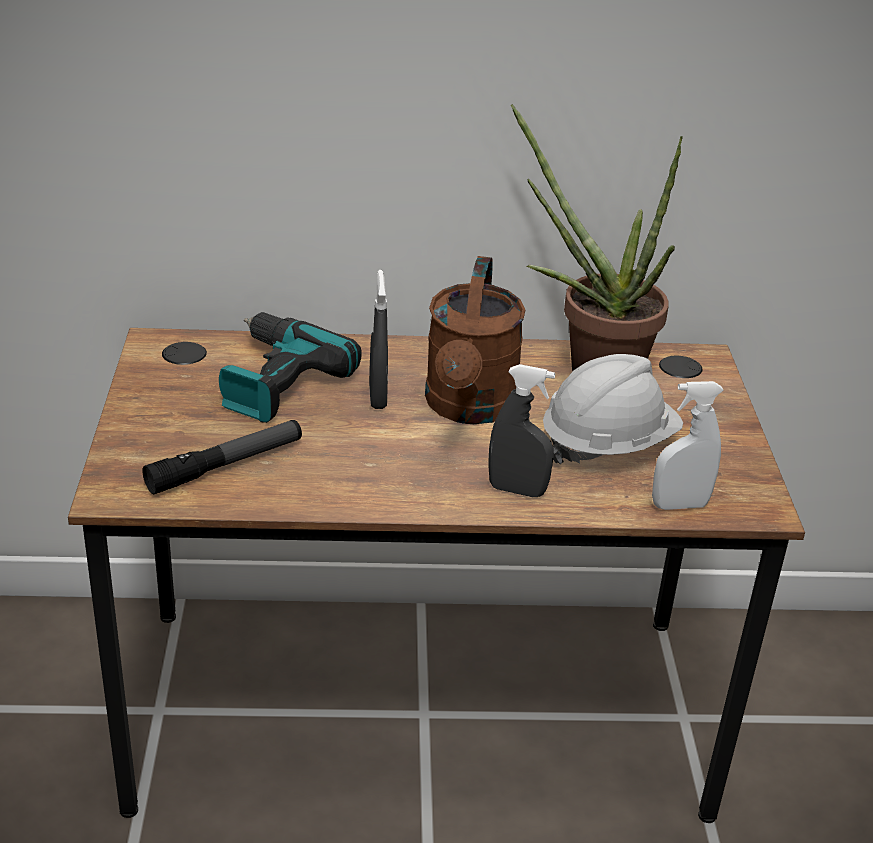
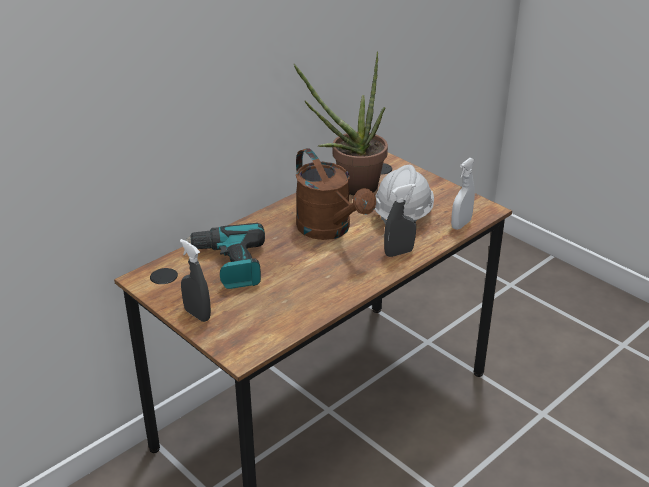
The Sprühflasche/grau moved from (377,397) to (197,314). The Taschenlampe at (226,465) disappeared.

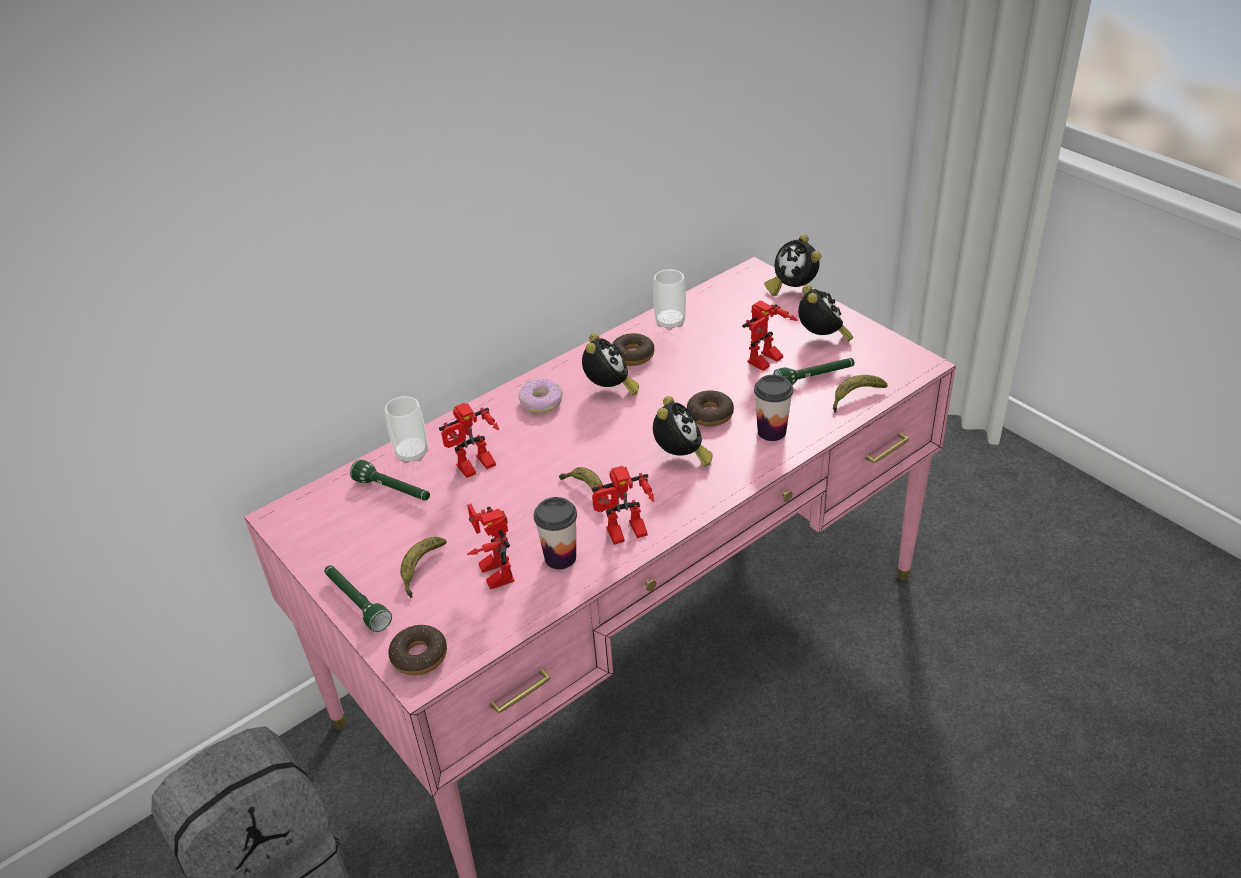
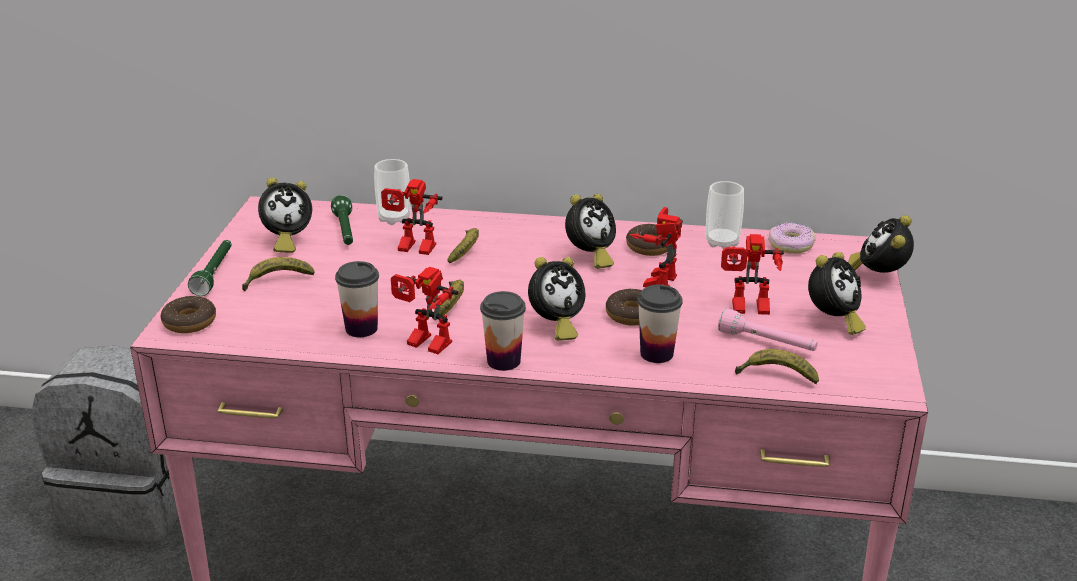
The Wecker at (286,241) appeared. The Banane at (466,251) appeared. The Tasse at (503,361) appeared. The Spielzeugroboter moved from (490,573) to (656,279). The Taschenlampe/grün at (814,379) became the Taschenlampe/rosa at (767,343). The Donut moved from (541,402) to (790,245).

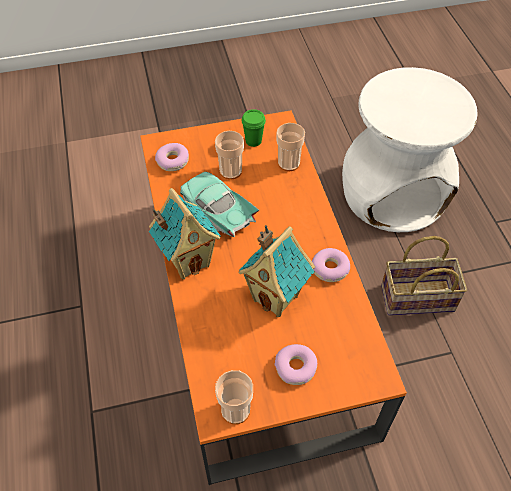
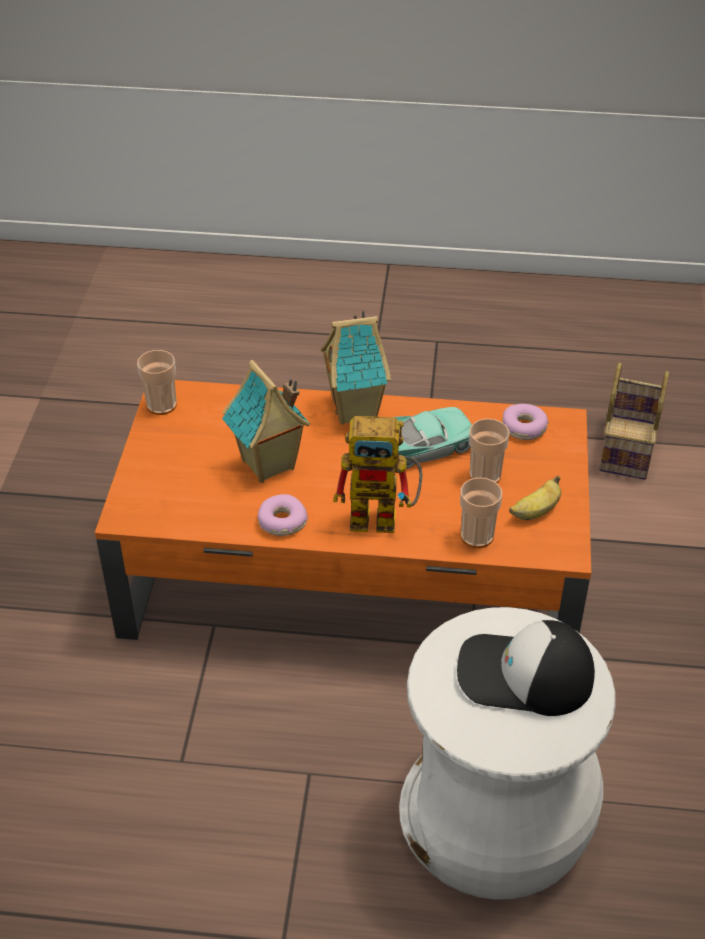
The Spielzeugroboter at (384,517) appeared. The Kappe at (524,675) appeared. The Tasse/grün at (253,141) was replaced by the Banane at (535,512). The Korb moved from (416,299) to (626,446). The Donut at (296,367) disappeared.

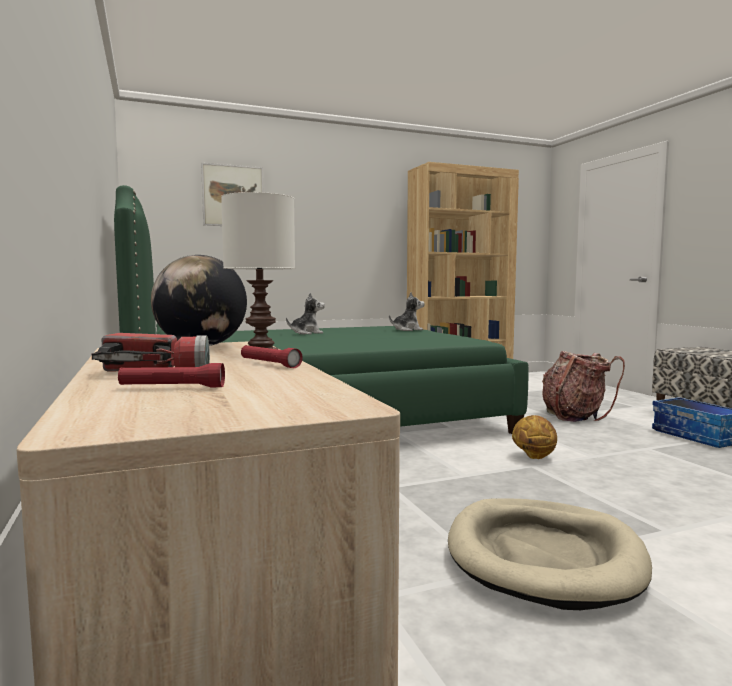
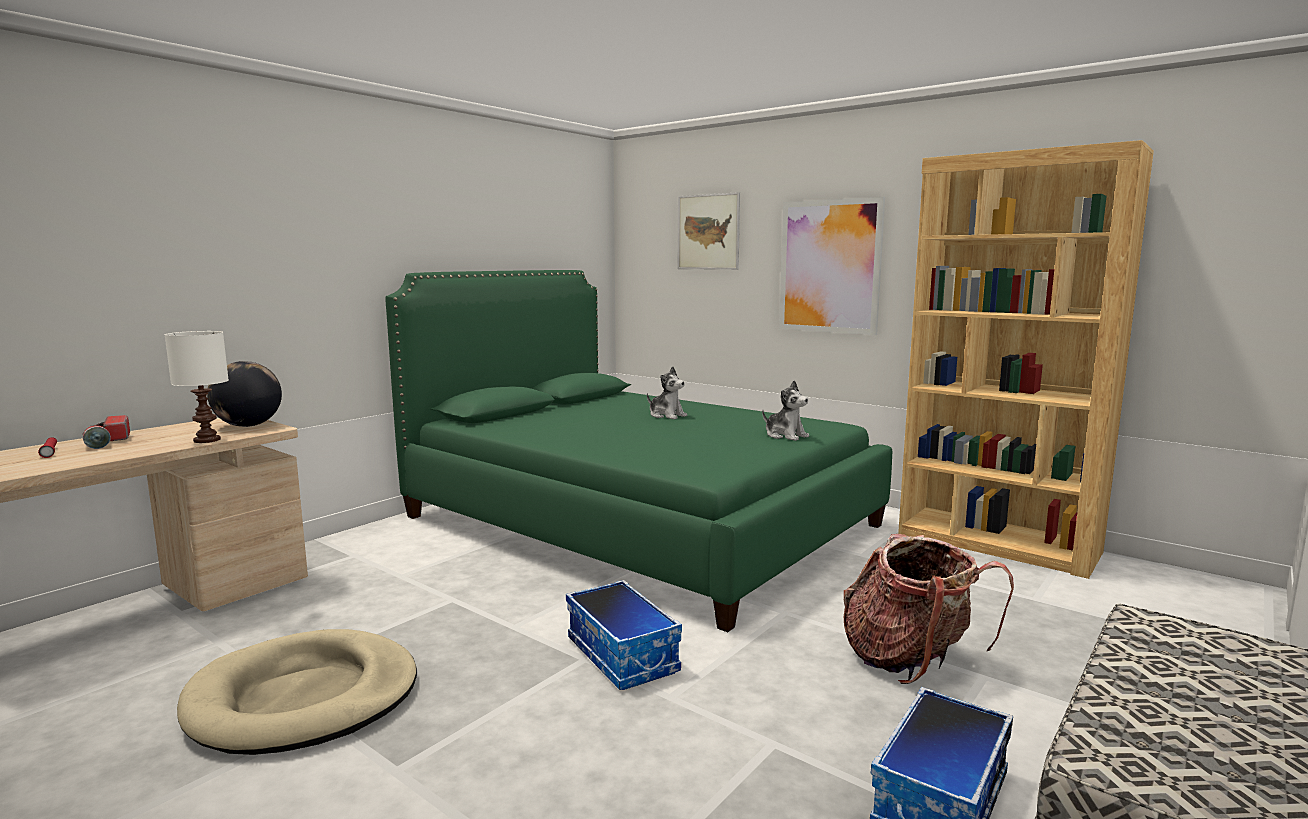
The Basketball at (534,457) was replaced by the Aufbewahrungsbox at (623,655). The Bild at (829,266) appeared. The Taschenlampe/rot at (269,364) disappeared.

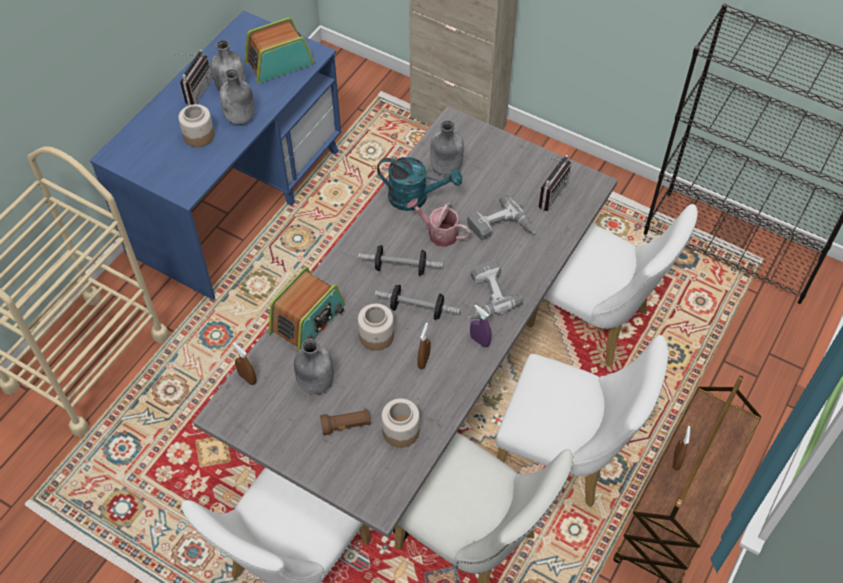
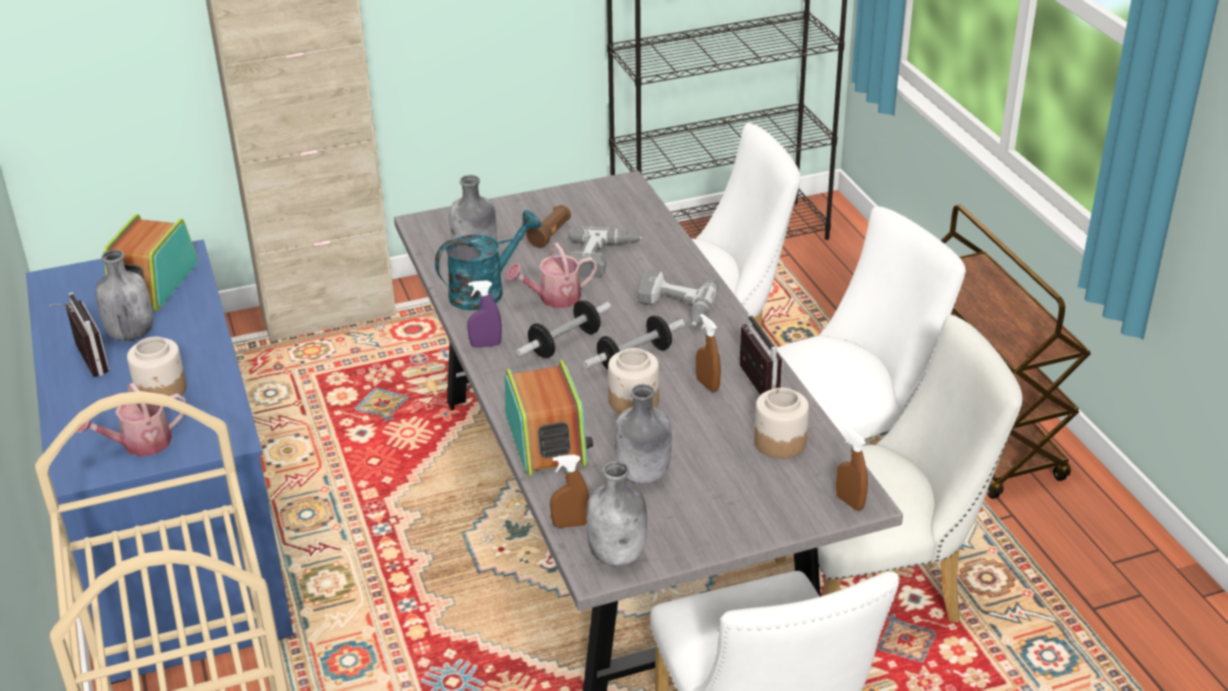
The Gießkanne at (140,444) appeared. The Sprühflasche/lila moved from (479,341) to (486,345). The Taschenlampe/braun moved from (346,425) to (550,234). The Flasche/grau moved from (241,118) to (618,554). The Radio moved from (548,193) to (751,384). The Sprühflasche/braun moved from (676,461) to (849,502).

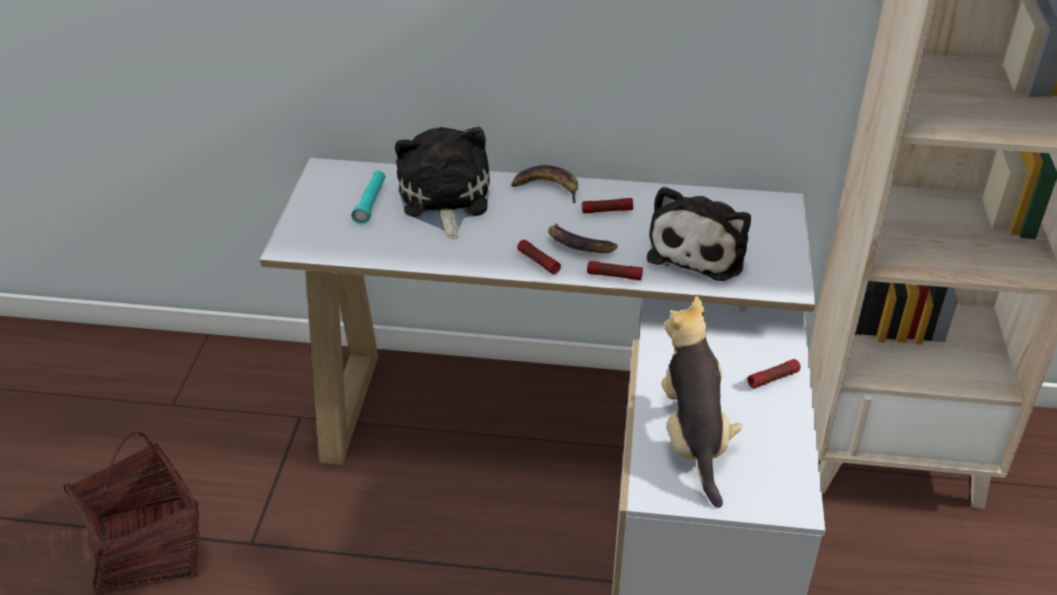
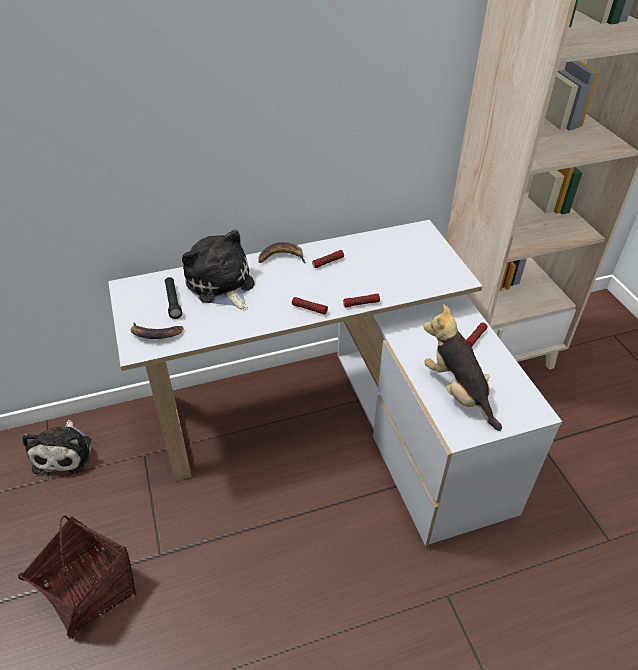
The Plüschtier moved from (700,250) to (65,452). The Banane moved from (578,245) to (155,334). The Taschenlampe/türkis at (370,203) became the Taschenlampe/schwarz at (173,301).

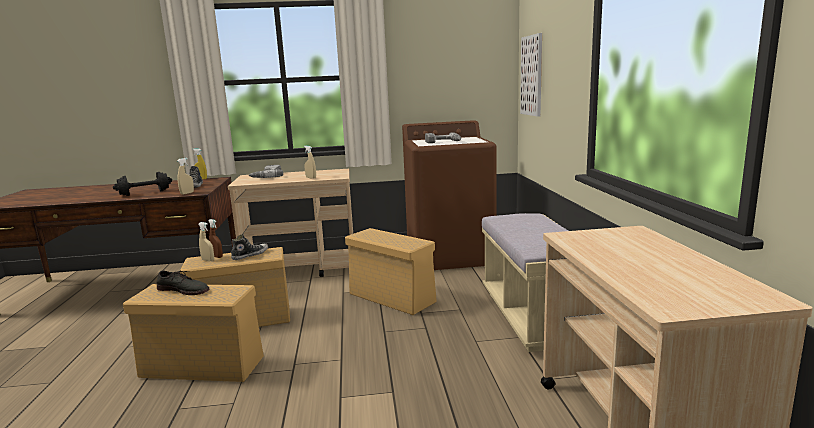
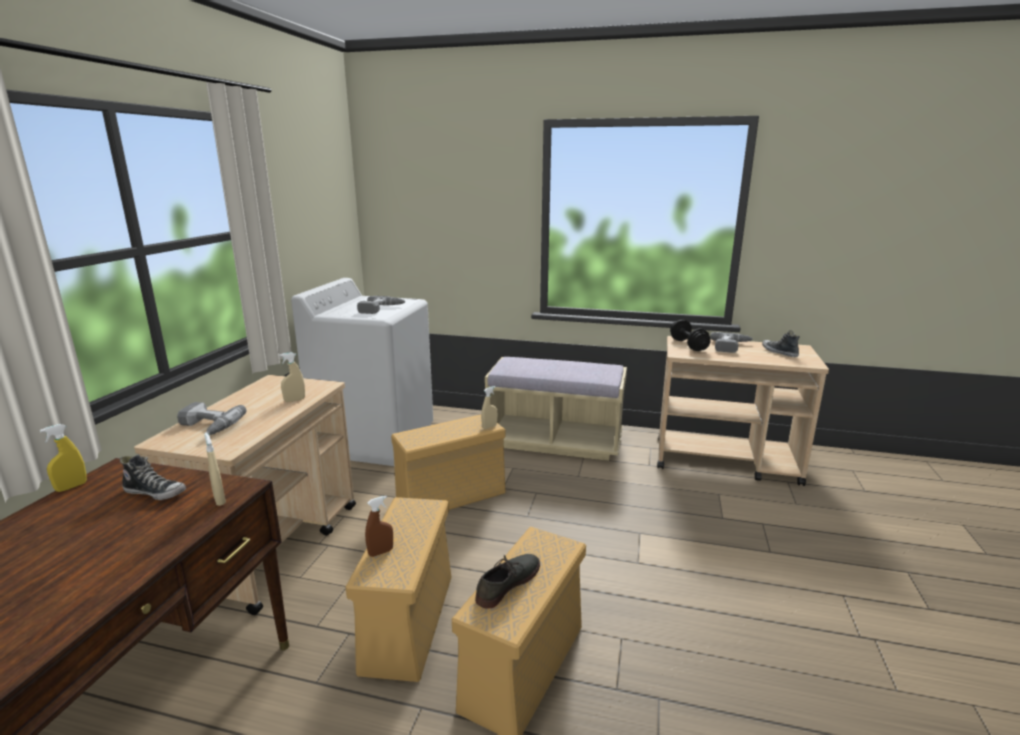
The Waschmaschine/braun at (450,255) became the Waschmaschine/weiß at (375,440). The Sprühflasche/beige moved from (208,260) to (489,427). The Hantel/schwarz moved from (145,193) to (688,345). The Bohrmaschine at (732,347) appeared. The Schuh moved from (250,255) to (779,352). The Bild at (532,75) disappeared.

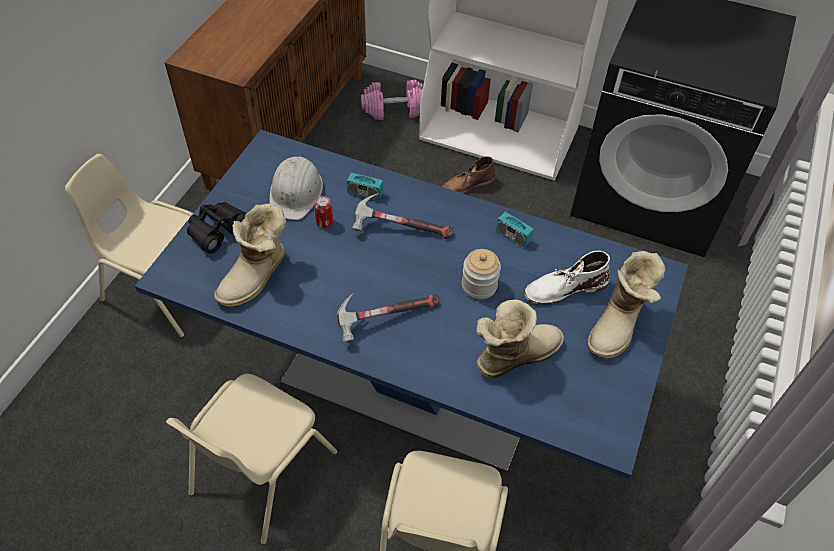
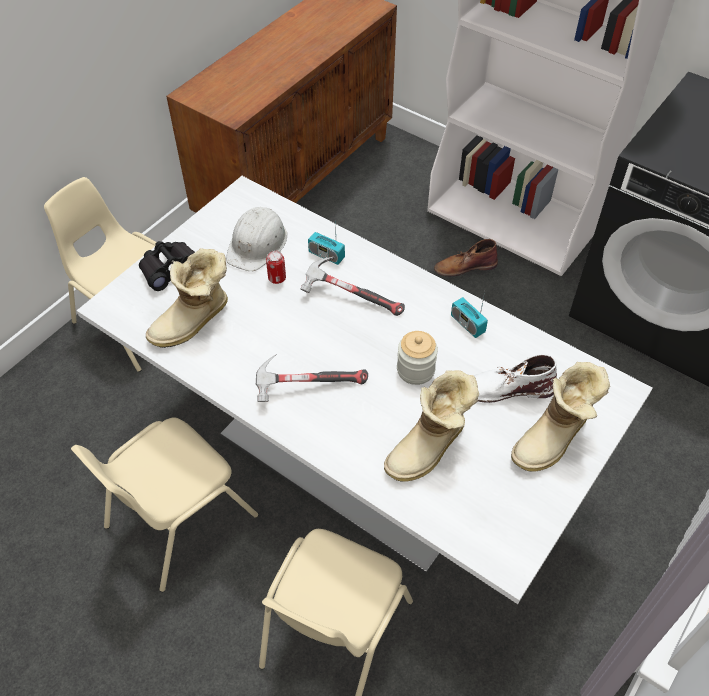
The Esstisch/blau at (413,380) became the Esstisch/weiß at (354,458). The Stiefel at (513,355) turned 150 degrees clockwise. The Hantel/rosa at (394,110) disappeared.

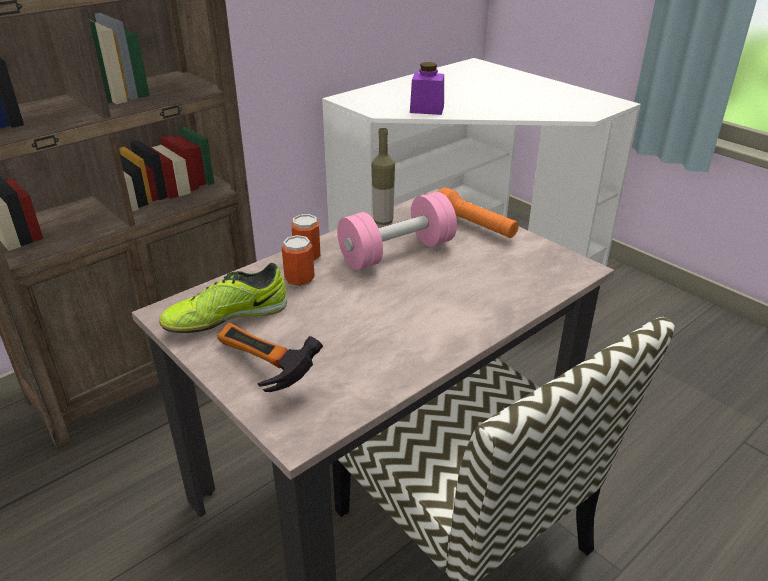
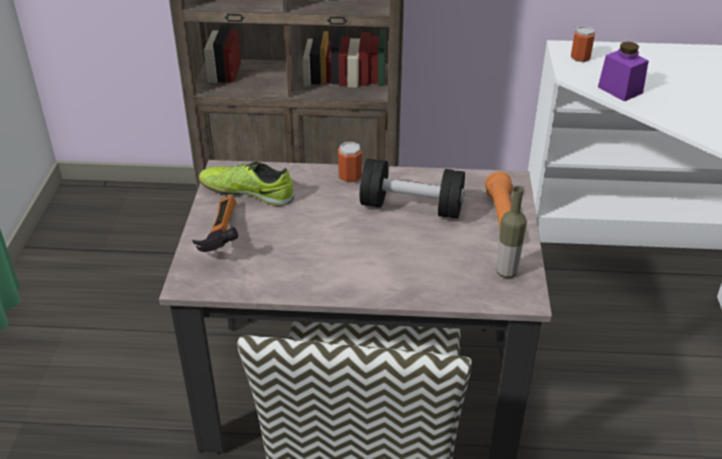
The Hantel/rosa at (397,252) became the Hantel/schwarz at (411,207). The Flasche moved from (383,221) to (506,272). The Dose moved from (299,280) to (580,58).

